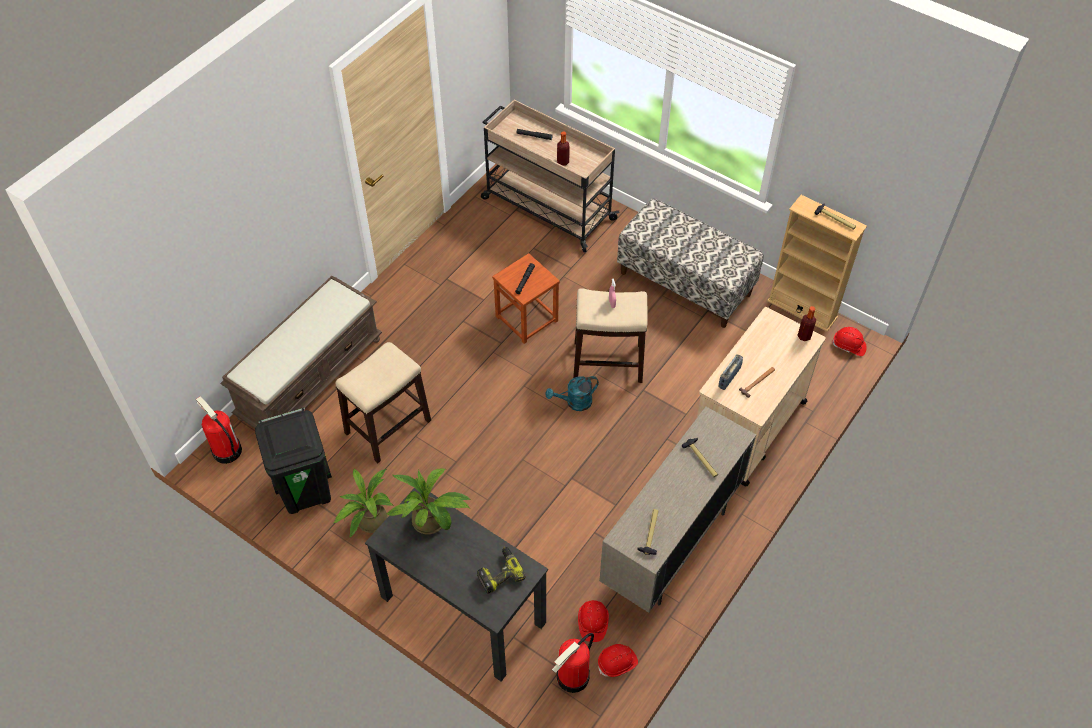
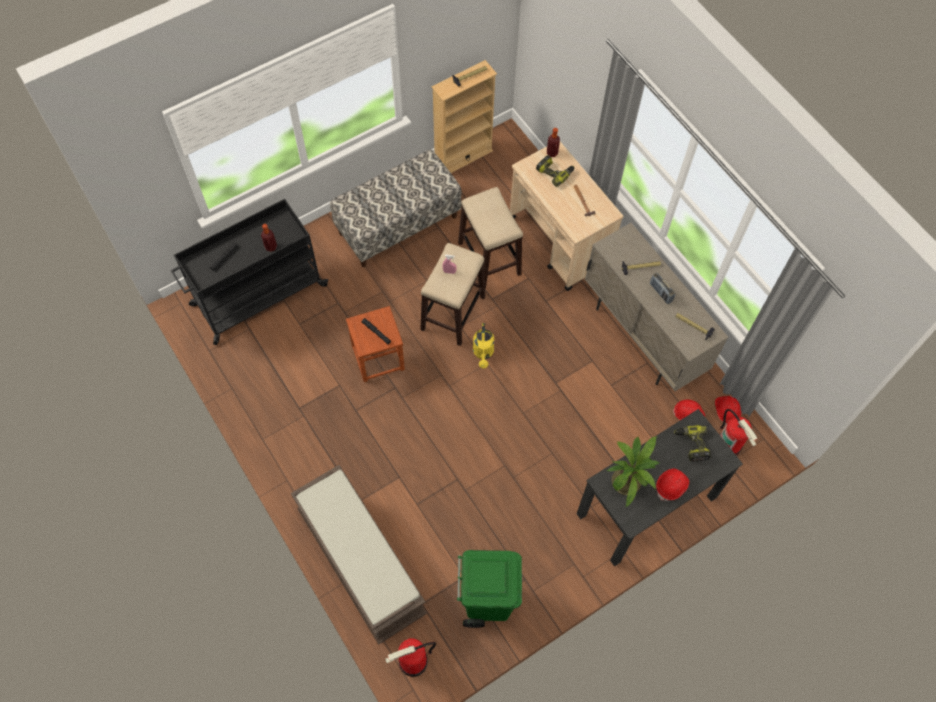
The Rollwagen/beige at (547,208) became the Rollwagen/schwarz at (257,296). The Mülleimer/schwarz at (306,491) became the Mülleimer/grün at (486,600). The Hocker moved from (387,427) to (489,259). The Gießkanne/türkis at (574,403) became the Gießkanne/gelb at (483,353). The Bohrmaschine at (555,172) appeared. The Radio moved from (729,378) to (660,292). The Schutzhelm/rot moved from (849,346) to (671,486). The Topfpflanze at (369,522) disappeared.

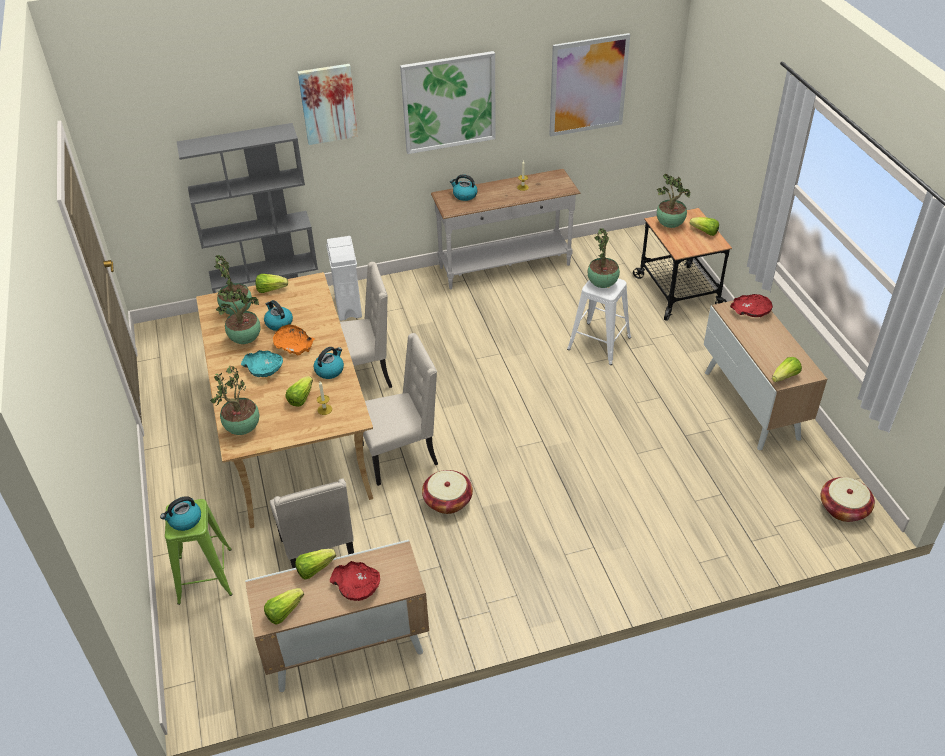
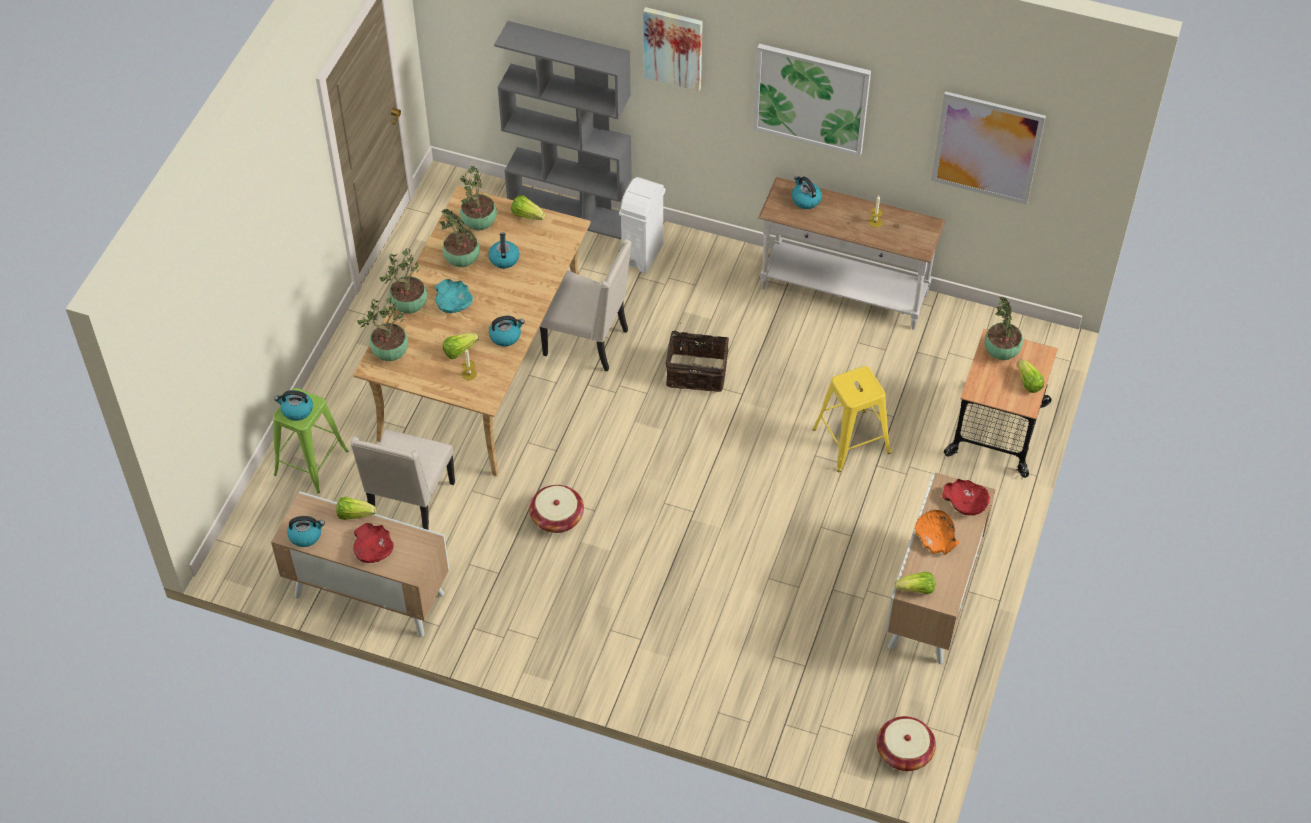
The Salatkopf at (284,612) was replaced by the Wasserkessel at (306,535). The Topfpflanze moved from (602,285) to (409,307). The Korb at (696,372) appeared. The Hocker/weiß at (600,343) became the Hocker/gelb at (852,441). The Schüssel/orange moved from (294,345) to (936,537). The Stuhl/beige at (400,455) disappeared.

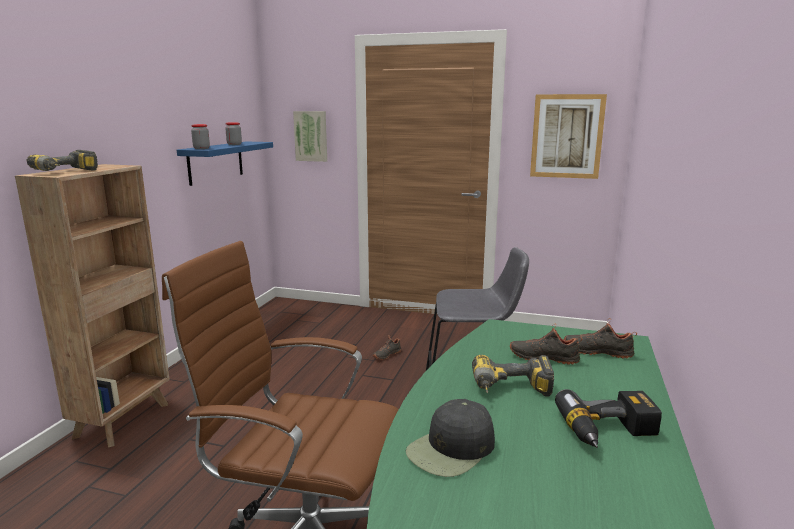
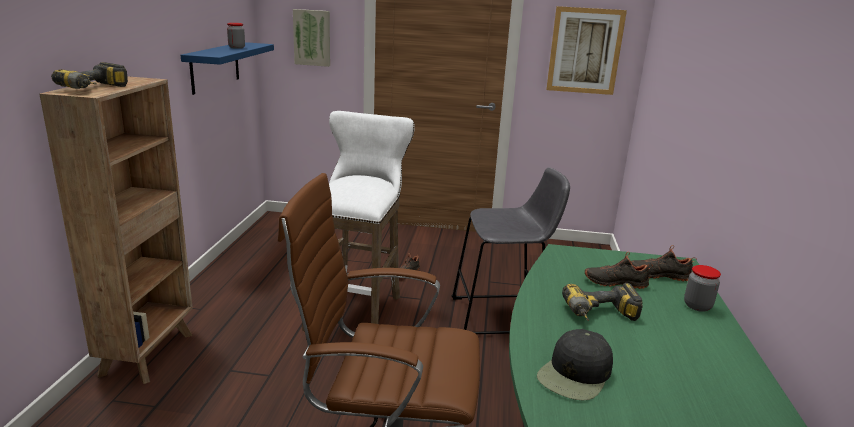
The Hocker/weiß at (357,310) appeared. The Vorratsglas moved from (201,148) to (697,306). The Bohrmaschine at (609,432) disappeared.

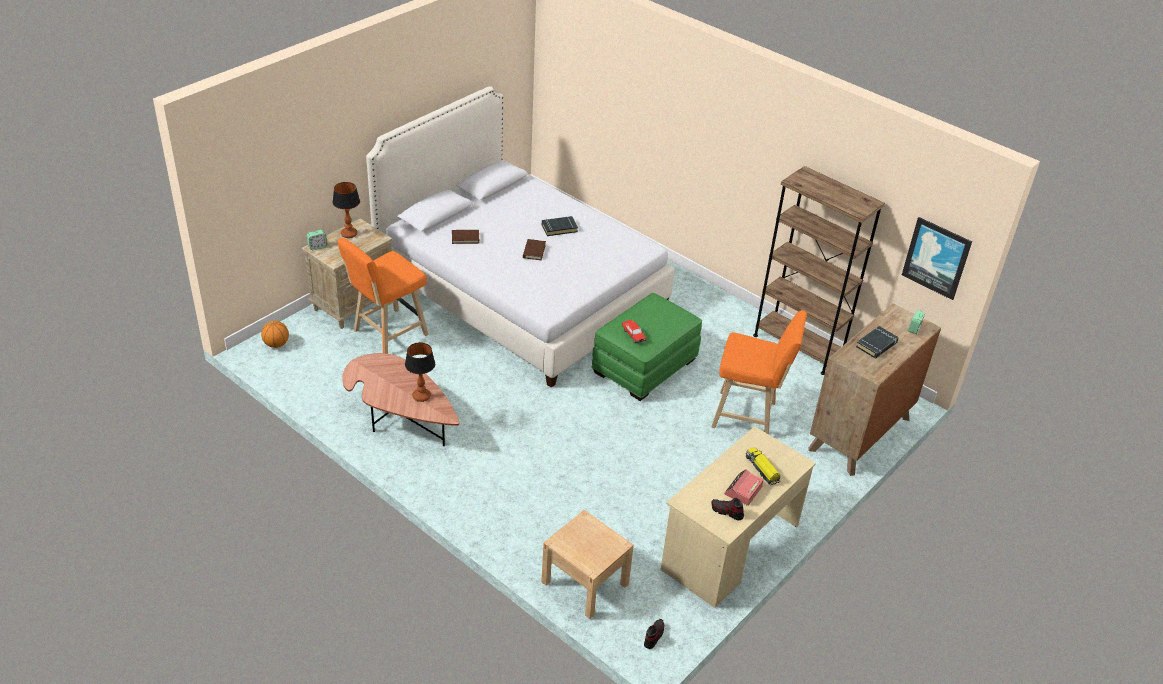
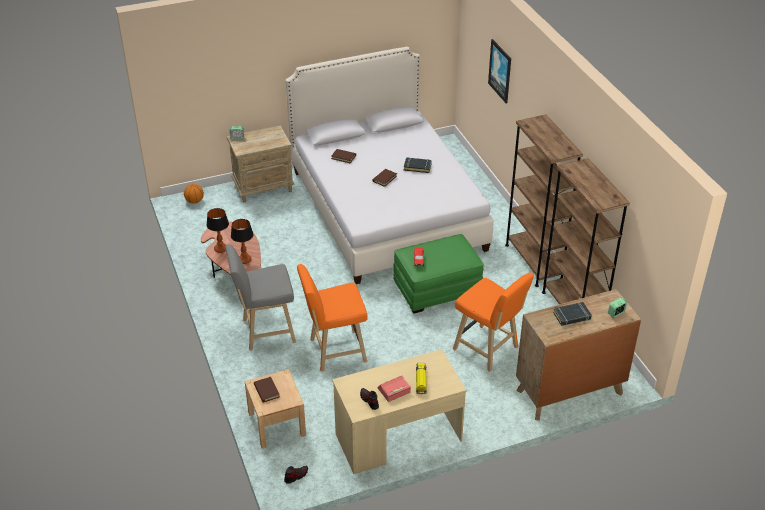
The Tischlampe moved from (349,234) to (220,249). The Hocker/grau at (265,331) appeared. The Buch/braun at (266,391) appeared. The Hocker/orange moved from (387,334) to (334,351). The Bild moved from (936,257) to (500,71). The Bücherregal/braun at (533,262) appeared.

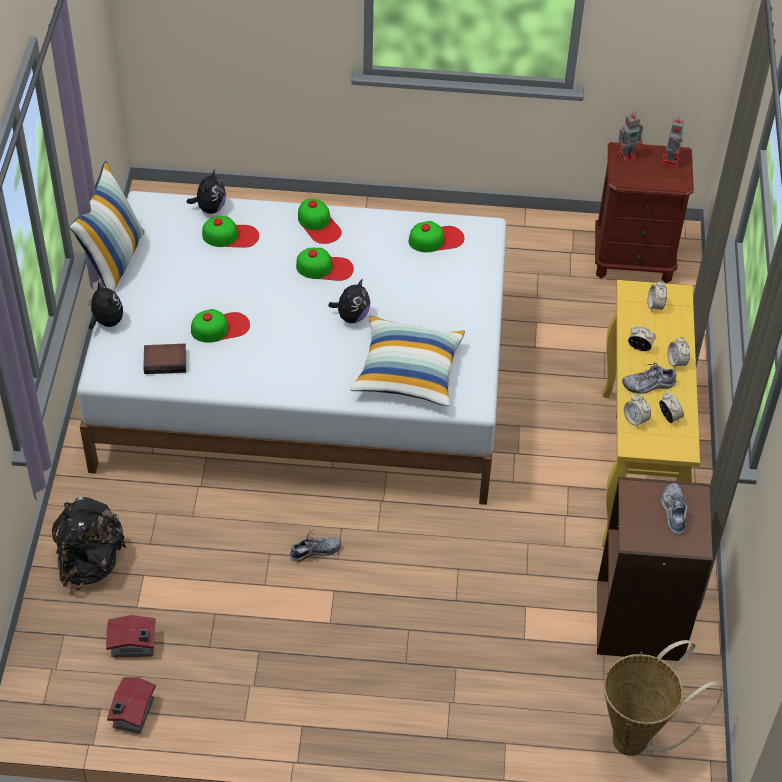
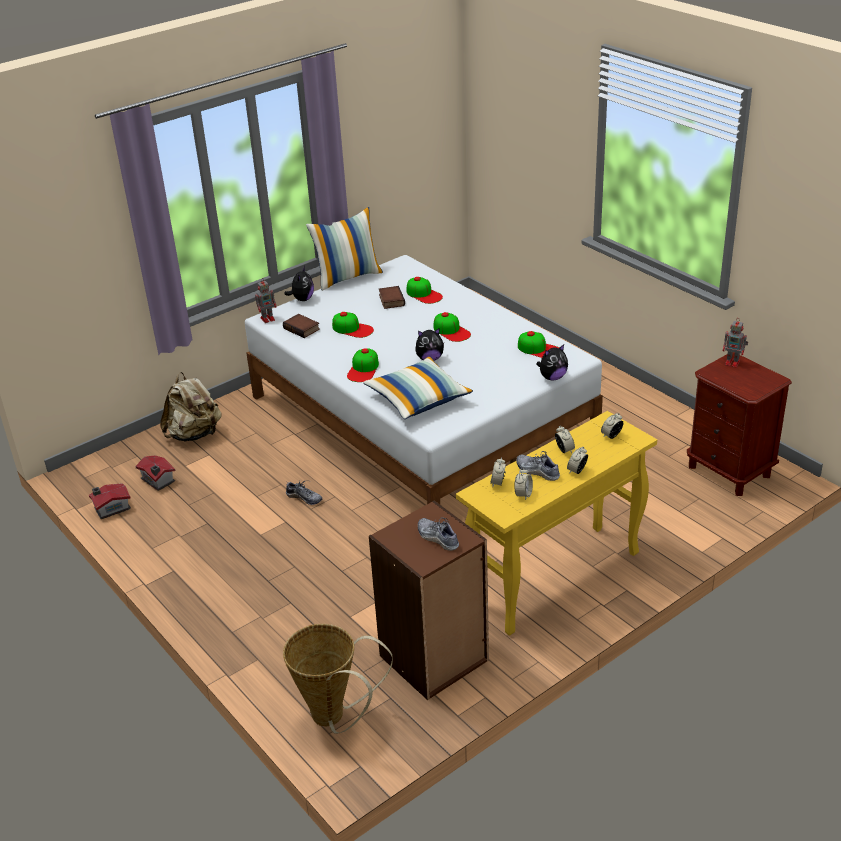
The Rucksack/schwarz at (90,563) became the Rucksack/beige at (194,434). The Spielzeugroboter moved from (670,160) to (268,318). The Kappe moved from (319,224) to (363,369). The Buch at (390,300) appeared. The Schuh at (674,512) turned 90 degrees counterclockwise. The Plüschtier moved from (210,208) to (552,377).

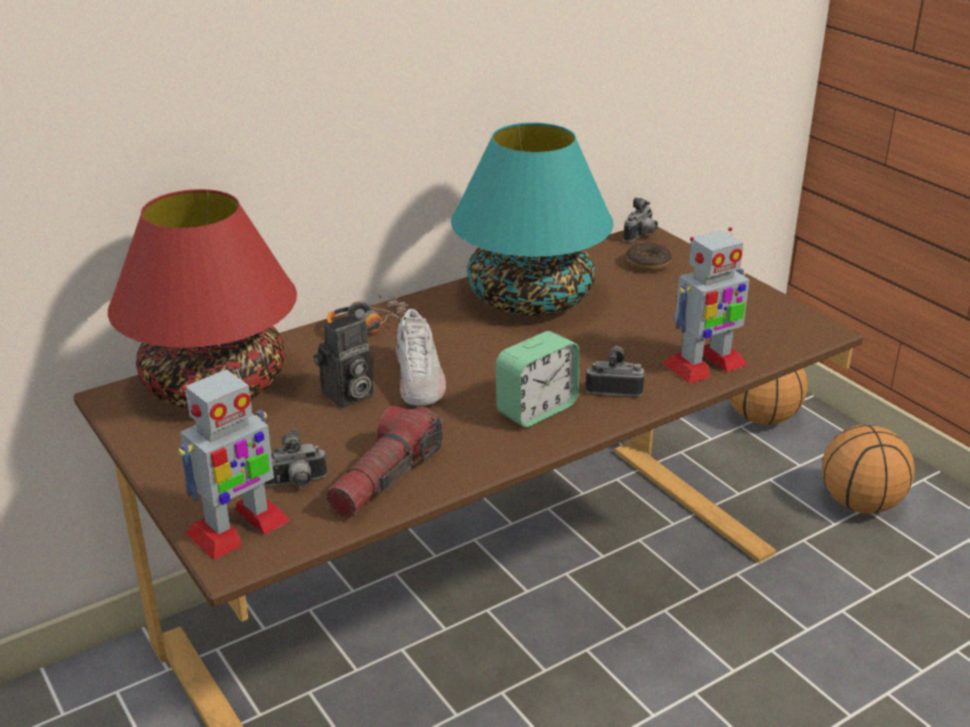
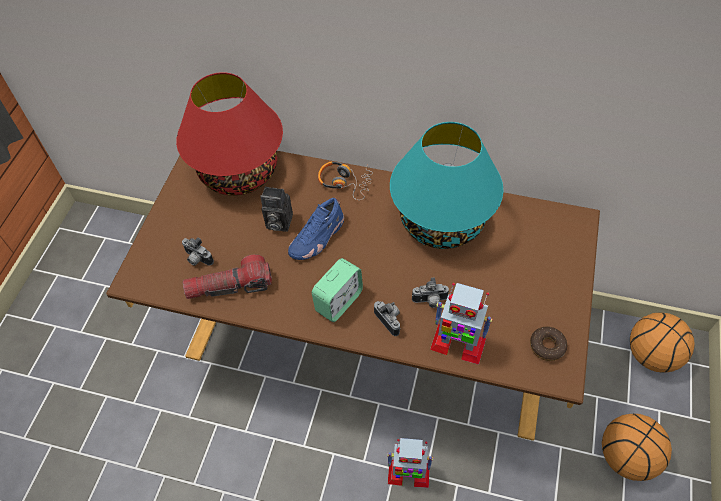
The Schuh/weiß at (419,380) became the Schuh/blau at (317,238). The Wecker at (536,409) turned 60 degrees counterclockwise. The Spielzeugroboter moved from (237,528) to (408,473). The Kamera moved from (641,236) to (430,301). The Donut moved from (648,264) to (547,346).

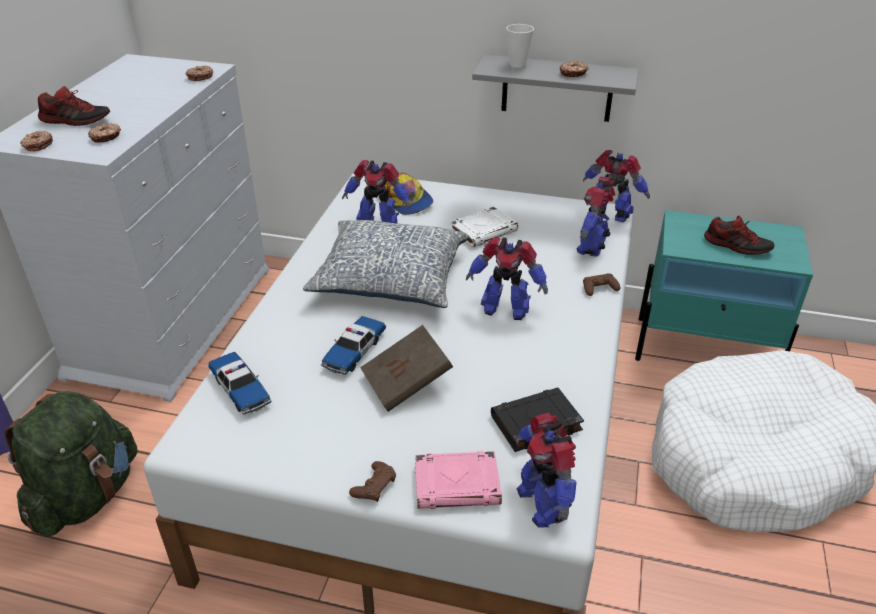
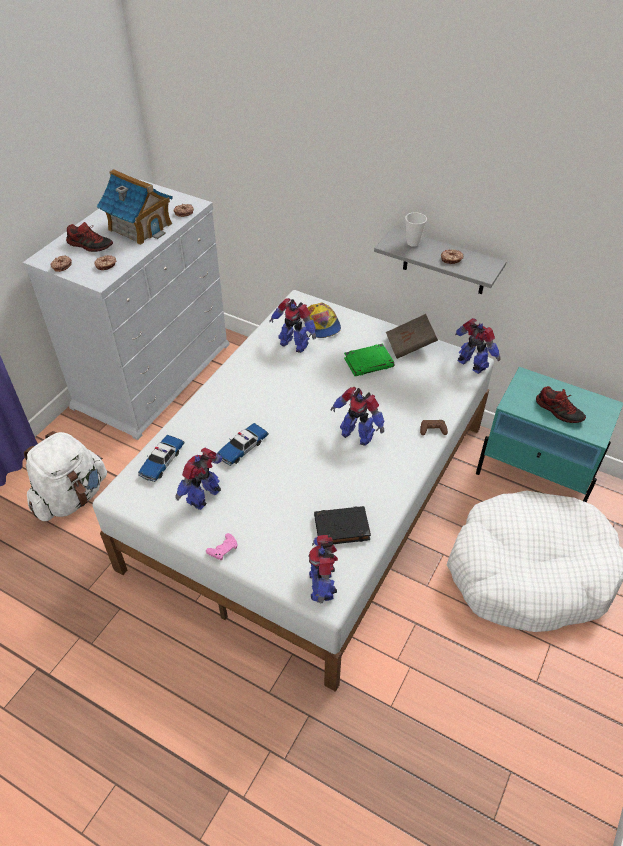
The Rucksack/grün at (86,496) became the Rucksack/weiß at (72,497). The Spielzeughaus at (140,226) appeared. The Spielzeugauto at (240,389) turned 45 degrees clockwise. The Spielzeugroboter moved from (592,246) to (205,496). The Gamepad/braun at (374,486) became the Gamepad/rosa at (223,549). The Buch/weiß at (484,231) became the Buch/grün at (369,362). The Buch/braun moved from (406,383) to (410,345). The Kissen at (390,280) disappeared. The Buch/rosa at (458,485) disappeared.

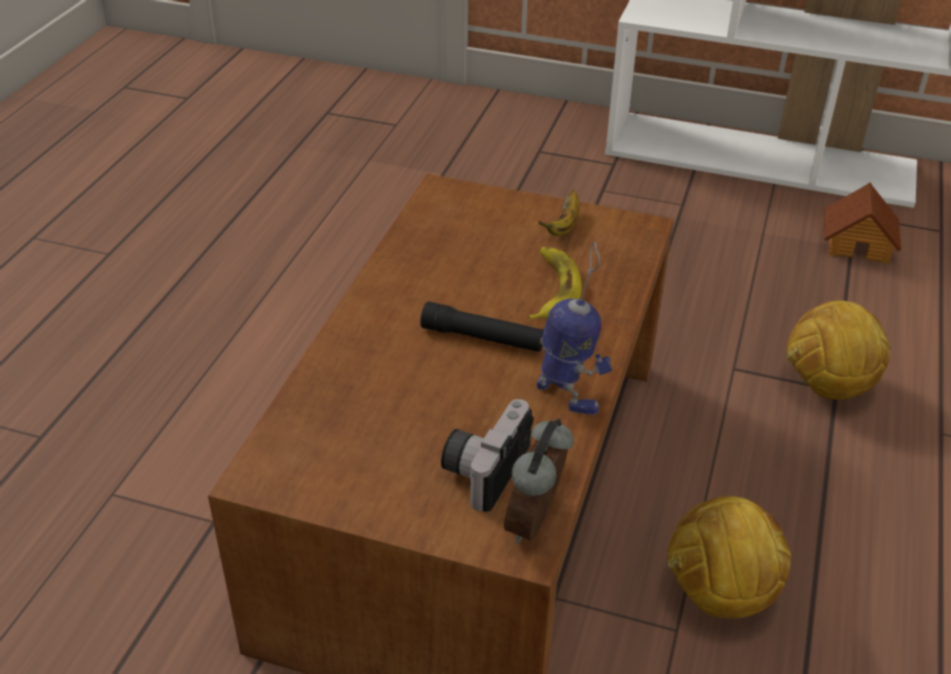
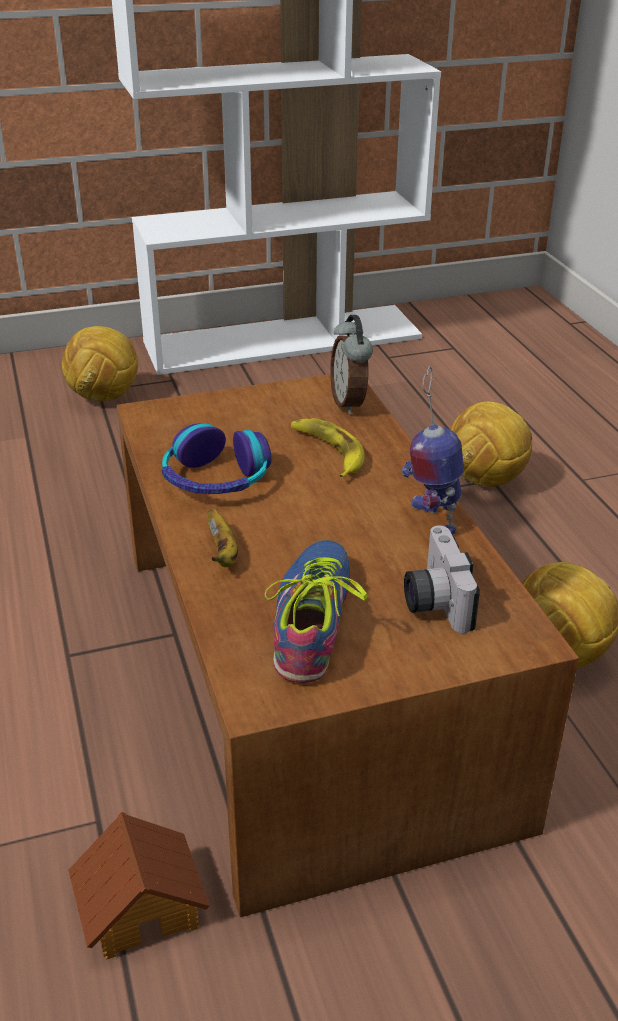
The Fußball at (104,397) appeared. The Spielzeughaus moved from (858,244) to (141,905). The Kopfhörer at (216,479) appeared. The Banane moved from (563,226) to (223,553). The Schuh at (312,620) appeared. The Wecker moved from (537,523) to (350,403). The Spielzeugroboter at (567,395) turned 120 degrees counterclockwise. The Taschenlampe/schwarz at (483,338) disappeared.

